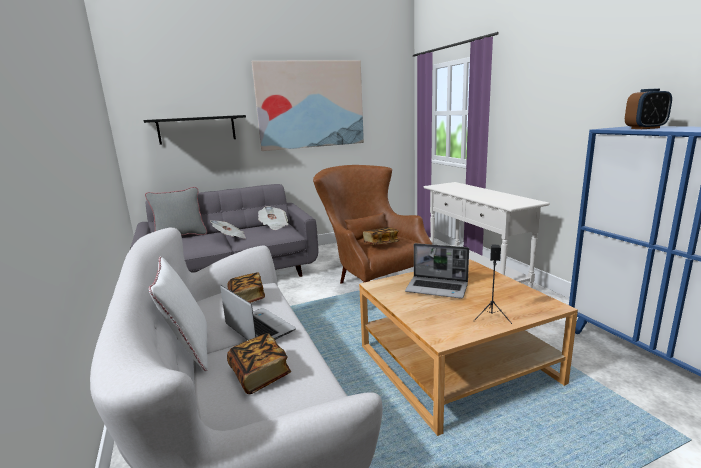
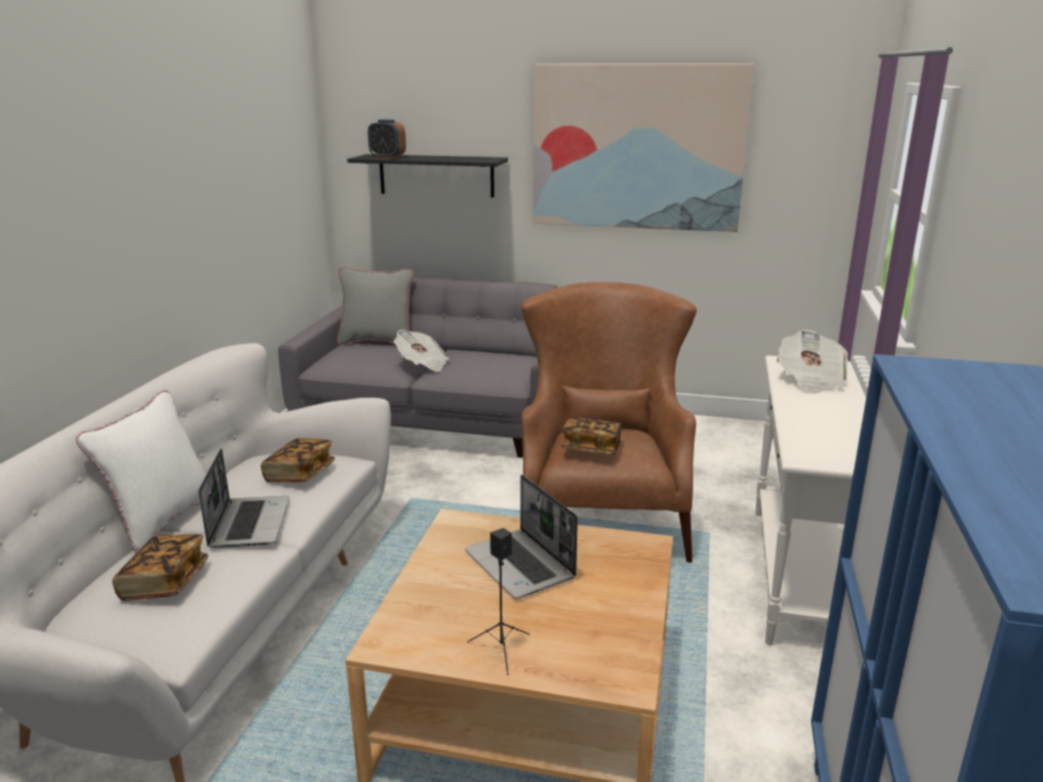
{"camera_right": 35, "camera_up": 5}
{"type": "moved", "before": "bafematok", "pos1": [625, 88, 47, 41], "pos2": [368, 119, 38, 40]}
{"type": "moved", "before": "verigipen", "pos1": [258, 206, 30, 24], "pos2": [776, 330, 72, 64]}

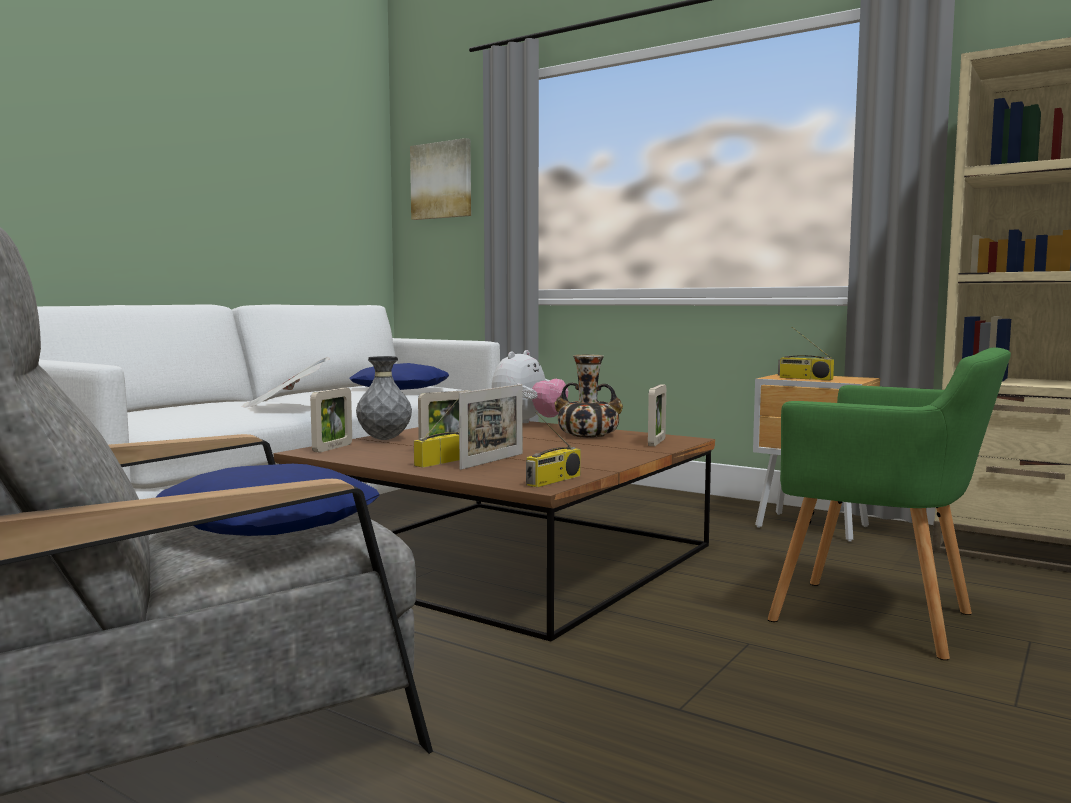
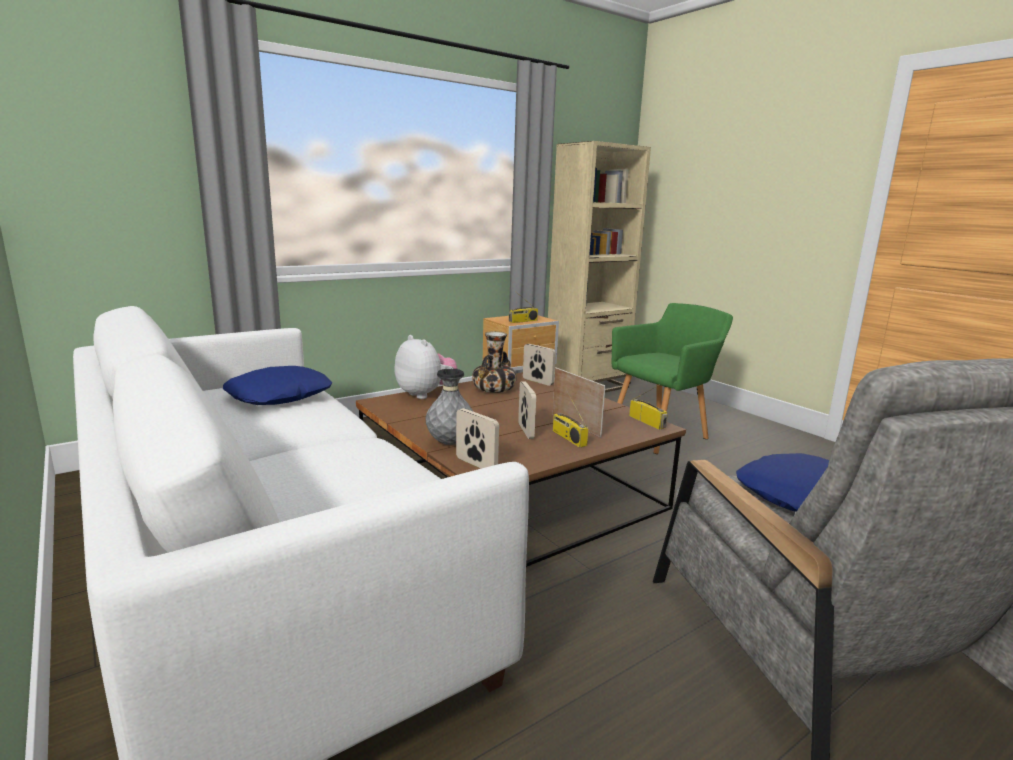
{"camera_right": -70, "camera_up": 10}
{"type": "removed", "before": "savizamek", "pos1": [410, 138, 61, 82]}
{"type": "removed", "before": "verigipen", "pos1": [242, 357, 88, 51]}

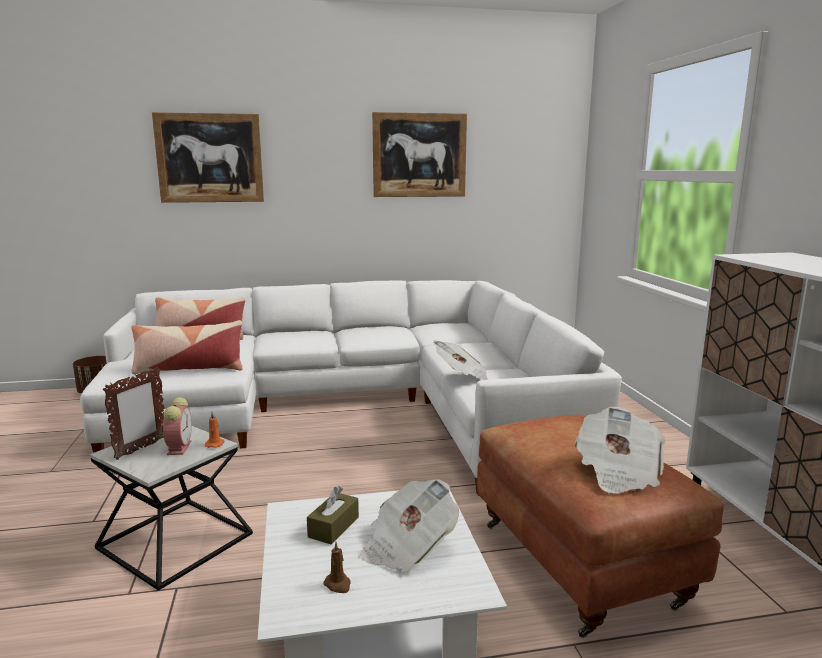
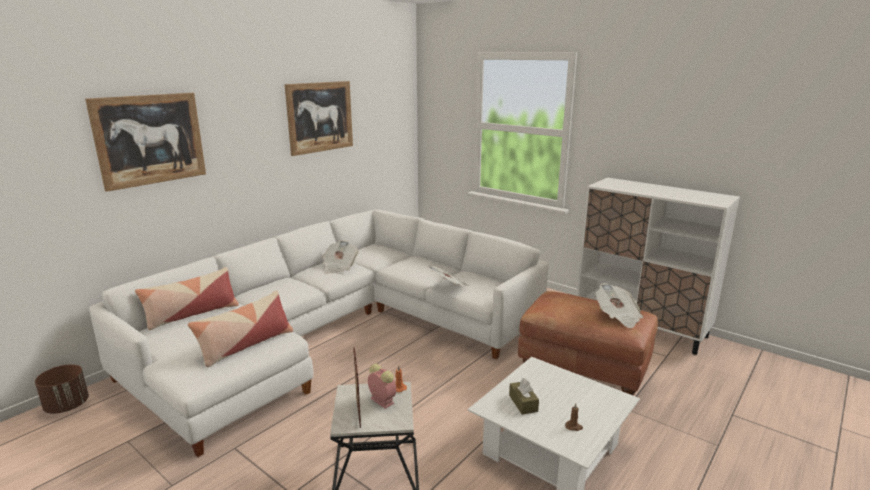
{"camera_right": -40, "camera_up": 5}
{"type": "moved", "before": "verigipen", "pos1": [360, 479, 99, 93], "pos2": [323, 240, 35, 34]}

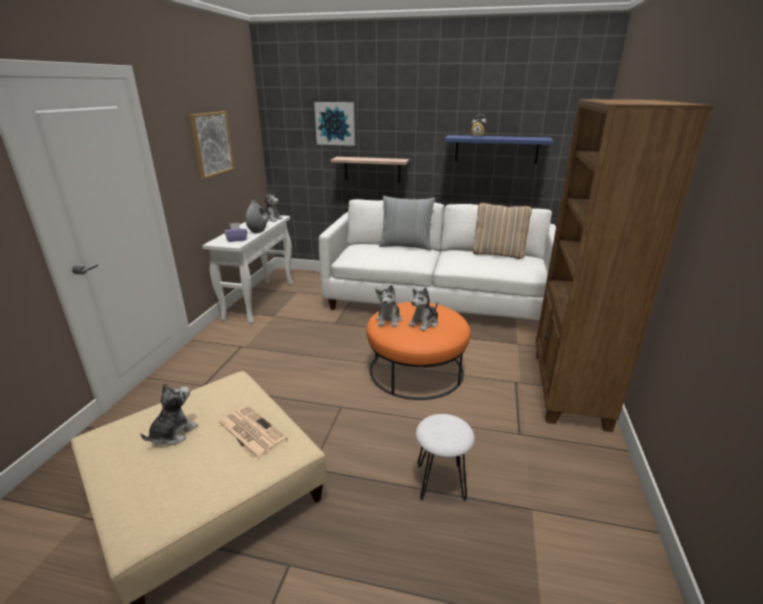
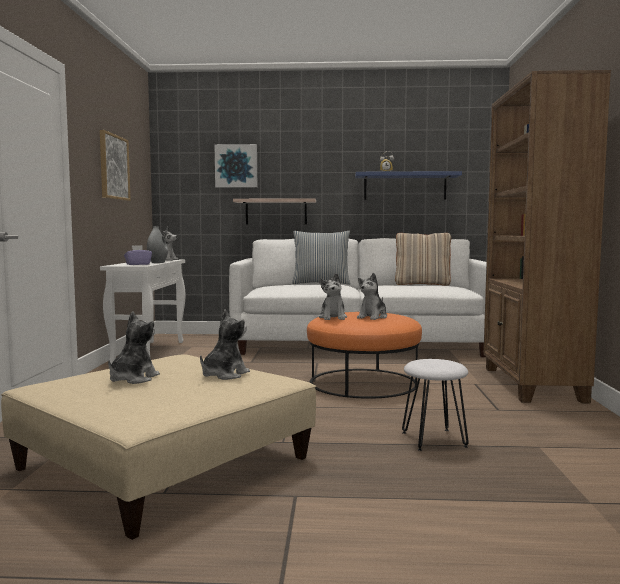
{"camera_right": -10, "camera_up": -20}
{"type": "replaced", "before": "verigipen", "after": "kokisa", "pos1": [218, 405, 70, 56], "pos2": [200, 310, 50, 70]}

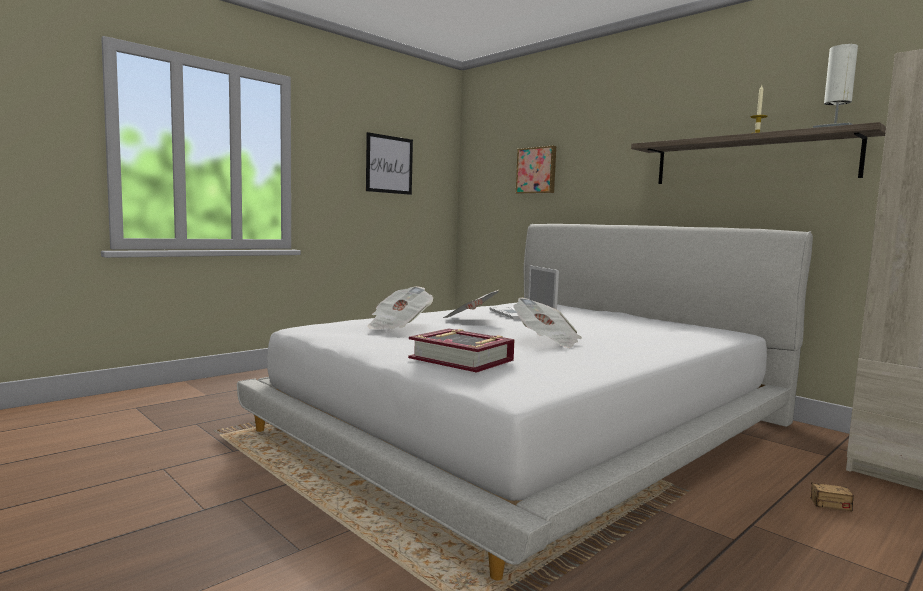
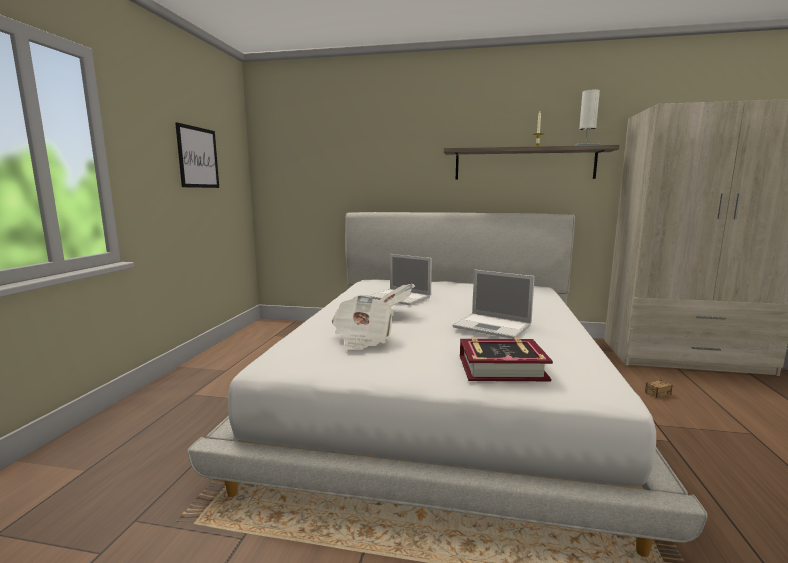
{"camera_right": -35, "camera_up": 5}
{"type": "removed", "before": "savizamek", "pos1": [516, 146, 40, 48]}
{"type": "replaced", "before": "verigipen", "after": "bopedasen", "pos1": [513, 298, 69, 50], "pos2": [453, 270, 82, 69]}

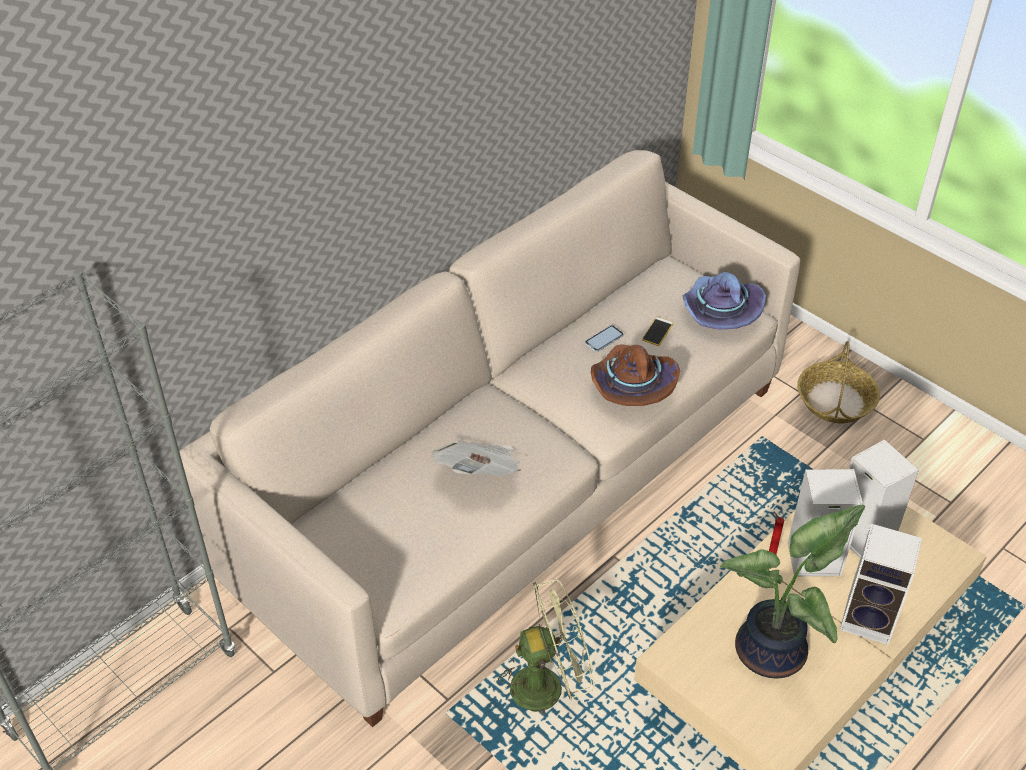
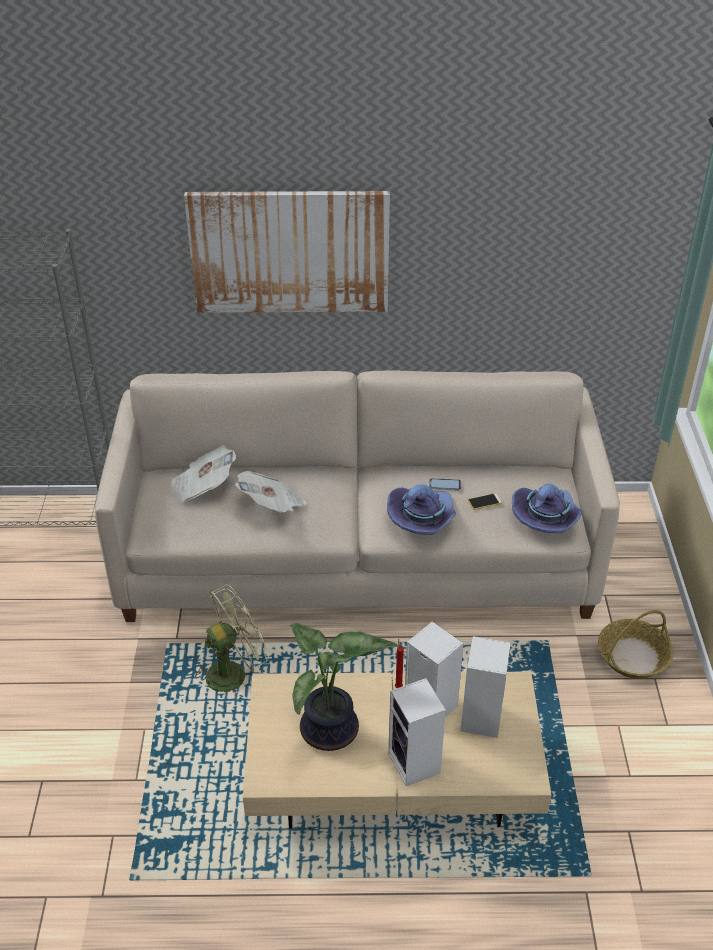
{"camera_right": 45, "camera_up": -5}
{"type": "recoloured", "before": "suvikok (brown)", "after": "suvikok (purple)", "pos1": [591, 344, 89, 62], "pos2": [387, 484, 69, 51]}
{"type": "turned", "before": "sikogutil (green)", "pos1": [498, 580, 96, 135], "pos2": [195, 584, 74, 109], "turn": -60}
{"type": "added", "after": "savizamek", "pos2": [184, 191, 206, 122]}
{"type": "added", "after": "verigipen", "pos2": [171, 445, 65, 57]}

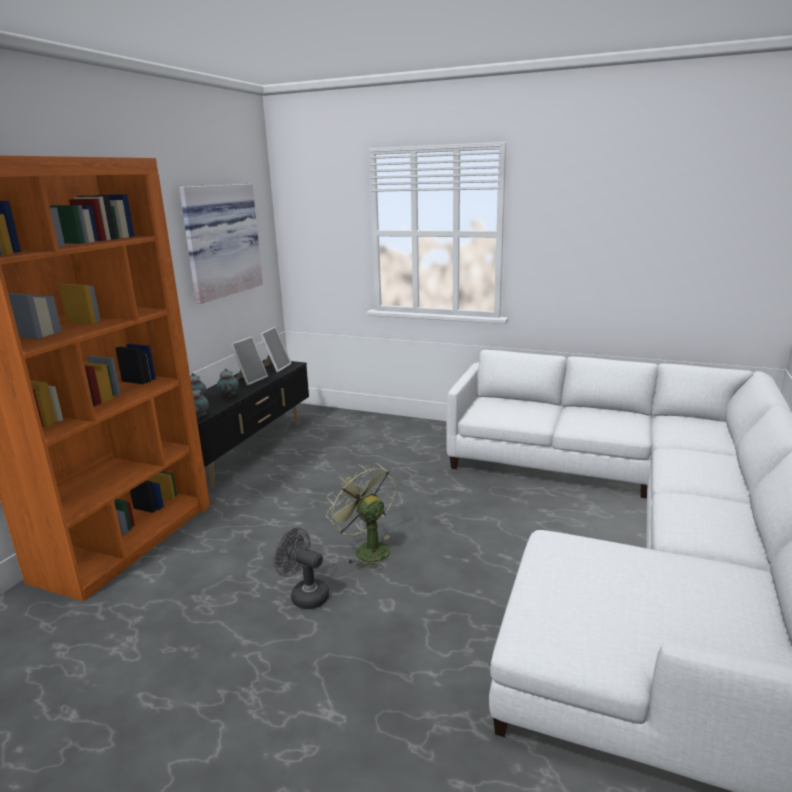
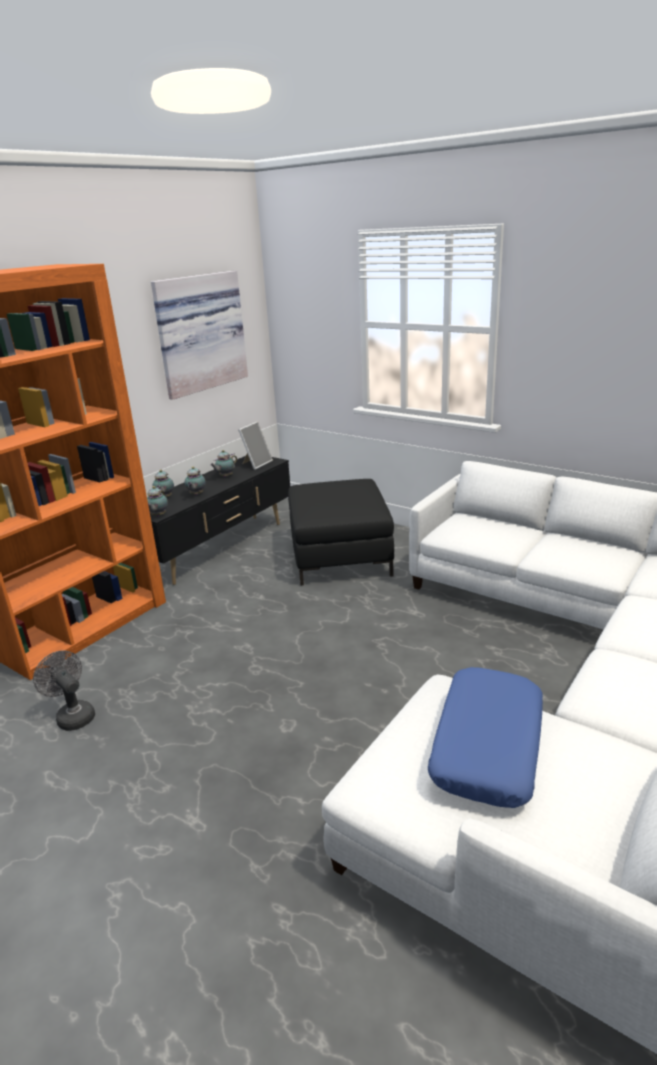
{"camera_right": 15, "camera_up": 5}
{"type": "replaced", "before": "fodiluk", "after": "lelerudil", "pos1": [231, 337, 37, 48], "pos2": [210, 450, 27, 27]}
{"type": "removed", "before": "sikogutil (green)", "pos1": [326, 463, 70, 106]}
{"type": "moved", "before": "sikogutil (grey)", "pos1": [273, 527, 56, 82], "pos2": [33, 651, 62, 80]}
{"type": "added", "after": "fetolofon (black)", "pos2": [288, 479, 106, 106]}
{"type": "added", "after": "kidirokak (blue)", "pos2": [428, 667, 115, 141]}

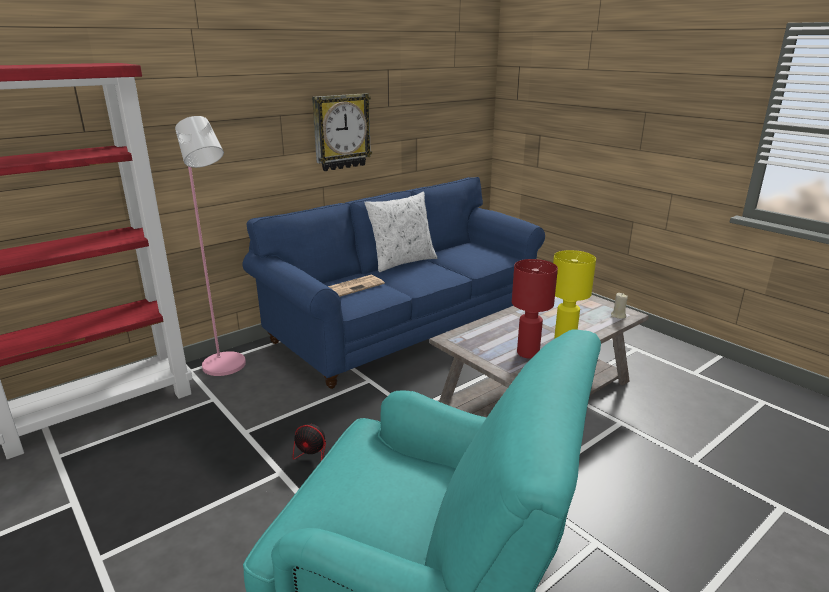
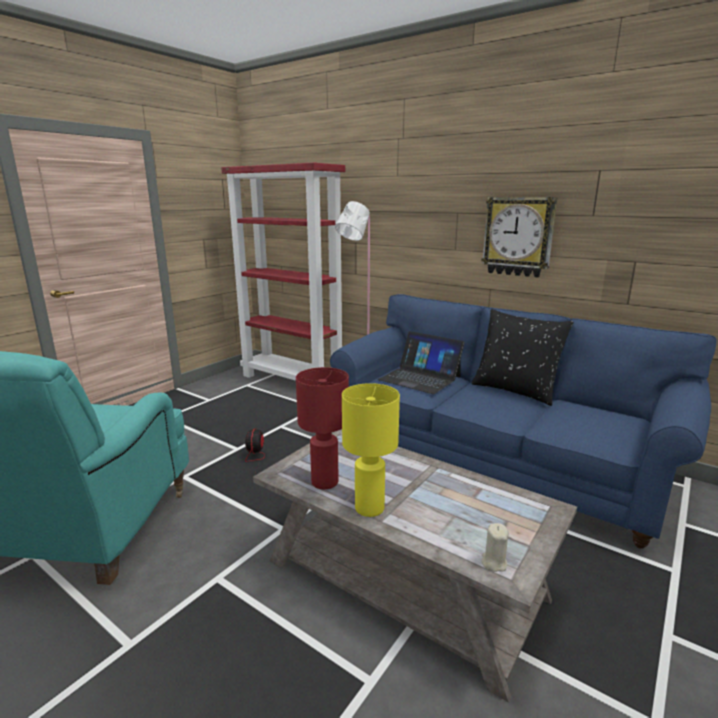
{"camera_right": 75, "camera_up": -5}
{"type": "recoloured", "before": "kidirokak (white)", "after": "kidirokak (black)", "pos1": [364, 192, 73, 80], "pos2": [472, 309, 102, 97]}
{"type": "replaced", "before": "verigipen", "after": "bopedasen", "pos1": [328, 275, 57, 22], "pos2": [378, 331, 87, 63]}

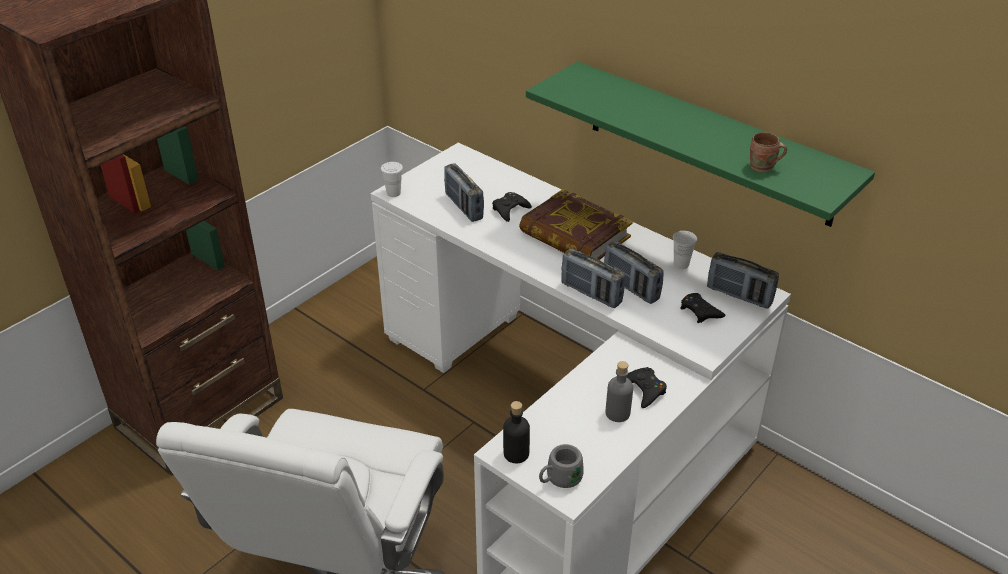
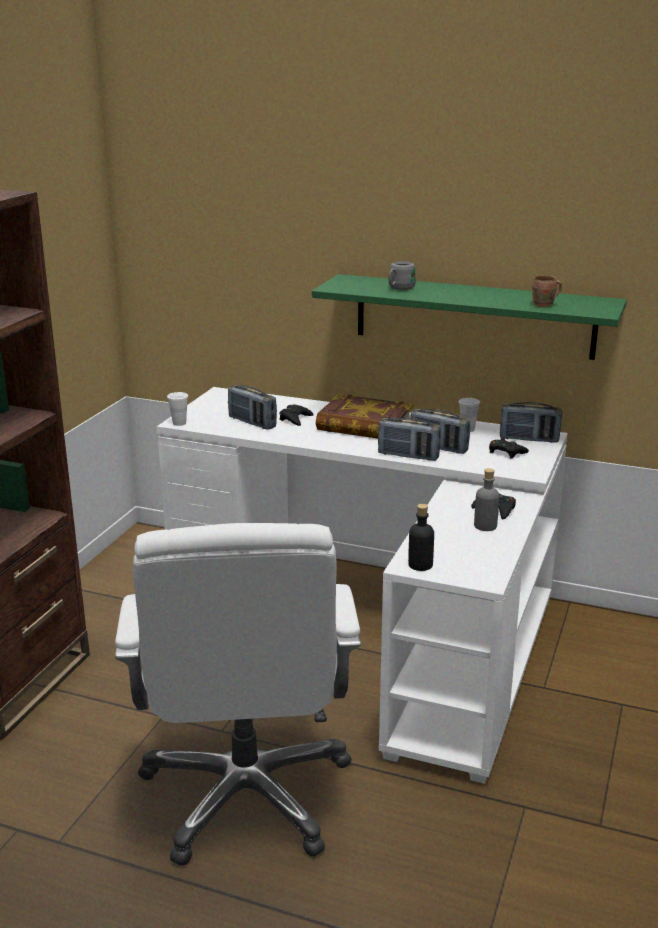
{"camera_right": -20, "camera_up": -15}
{"type": "moved", "before": "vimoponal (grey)", "pos1": [539, 444, 45, 44], "pos2": [389, 261, 27, 29]}

